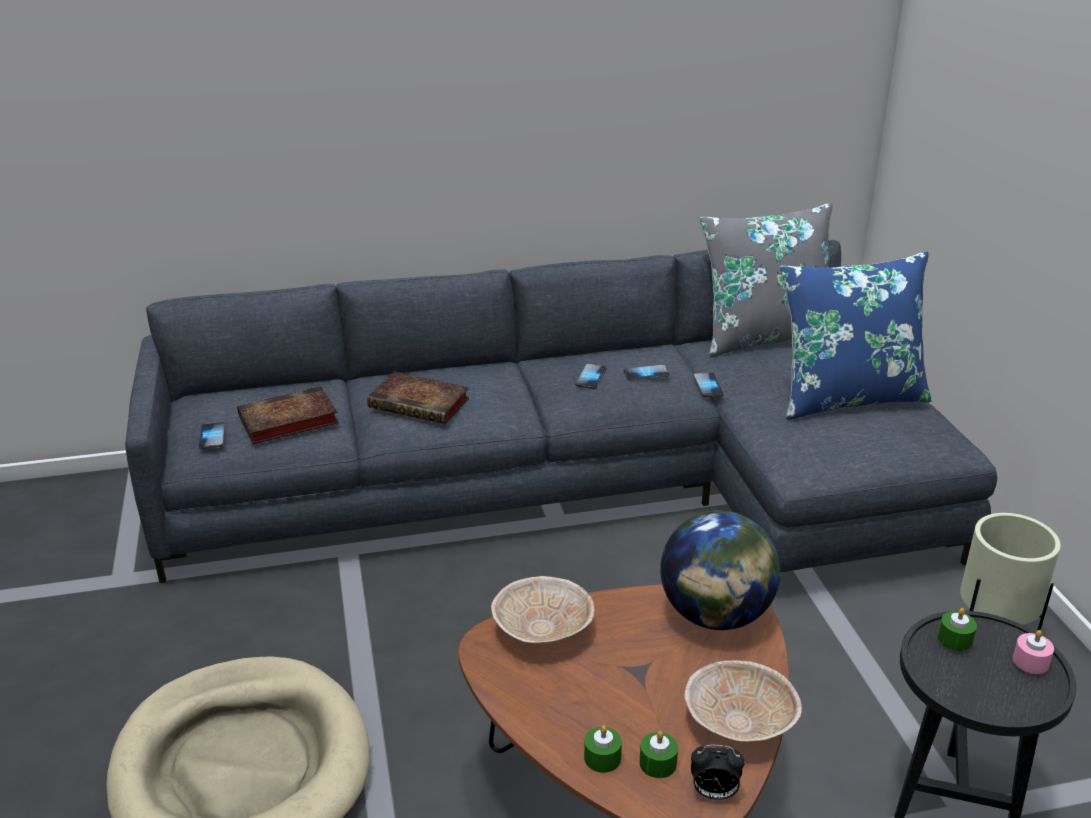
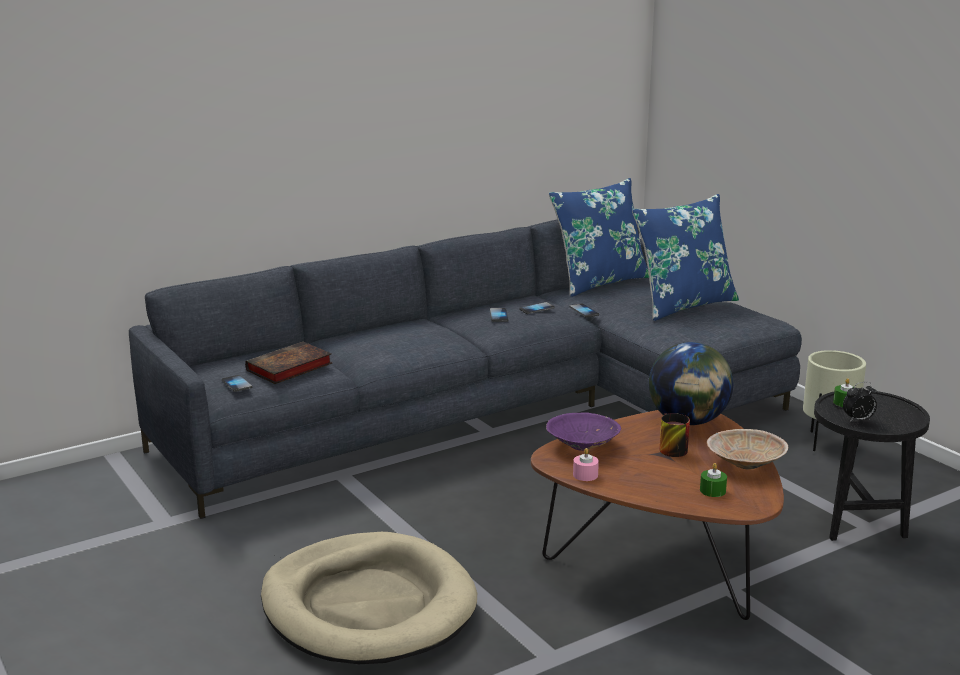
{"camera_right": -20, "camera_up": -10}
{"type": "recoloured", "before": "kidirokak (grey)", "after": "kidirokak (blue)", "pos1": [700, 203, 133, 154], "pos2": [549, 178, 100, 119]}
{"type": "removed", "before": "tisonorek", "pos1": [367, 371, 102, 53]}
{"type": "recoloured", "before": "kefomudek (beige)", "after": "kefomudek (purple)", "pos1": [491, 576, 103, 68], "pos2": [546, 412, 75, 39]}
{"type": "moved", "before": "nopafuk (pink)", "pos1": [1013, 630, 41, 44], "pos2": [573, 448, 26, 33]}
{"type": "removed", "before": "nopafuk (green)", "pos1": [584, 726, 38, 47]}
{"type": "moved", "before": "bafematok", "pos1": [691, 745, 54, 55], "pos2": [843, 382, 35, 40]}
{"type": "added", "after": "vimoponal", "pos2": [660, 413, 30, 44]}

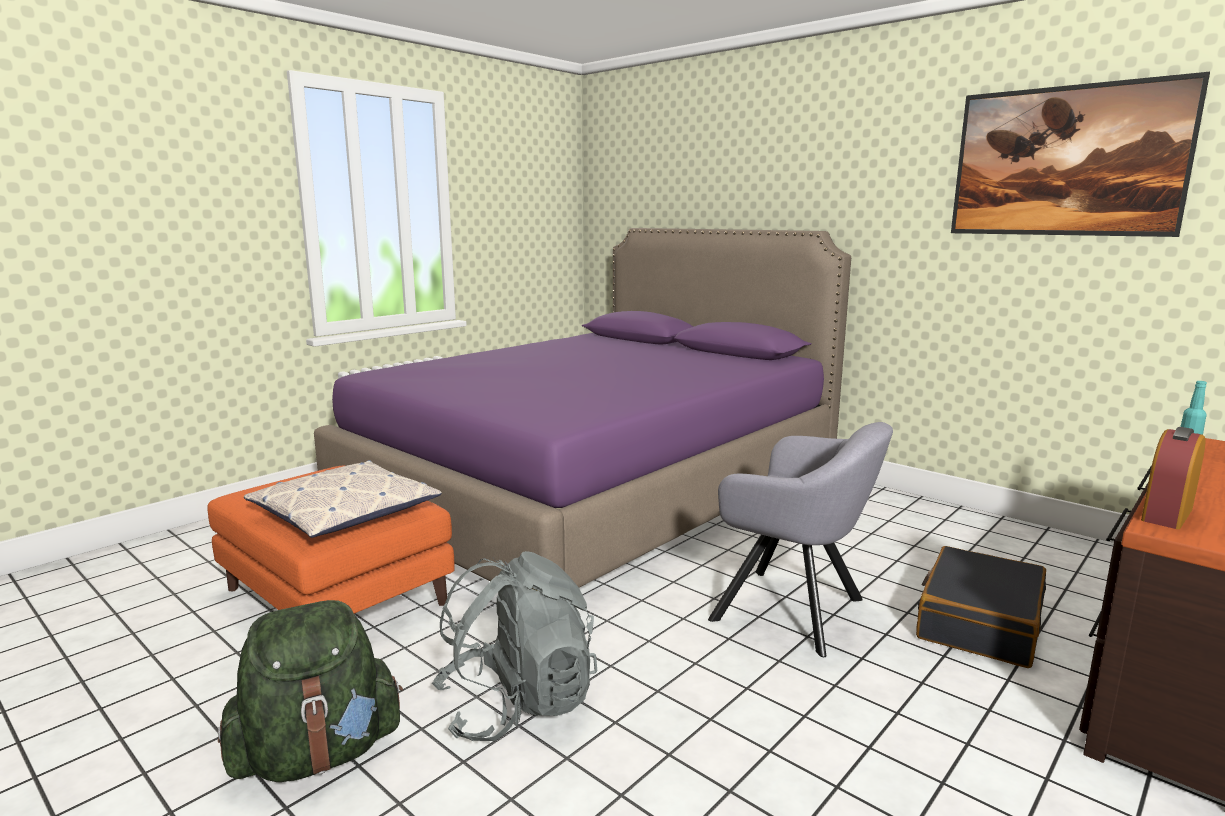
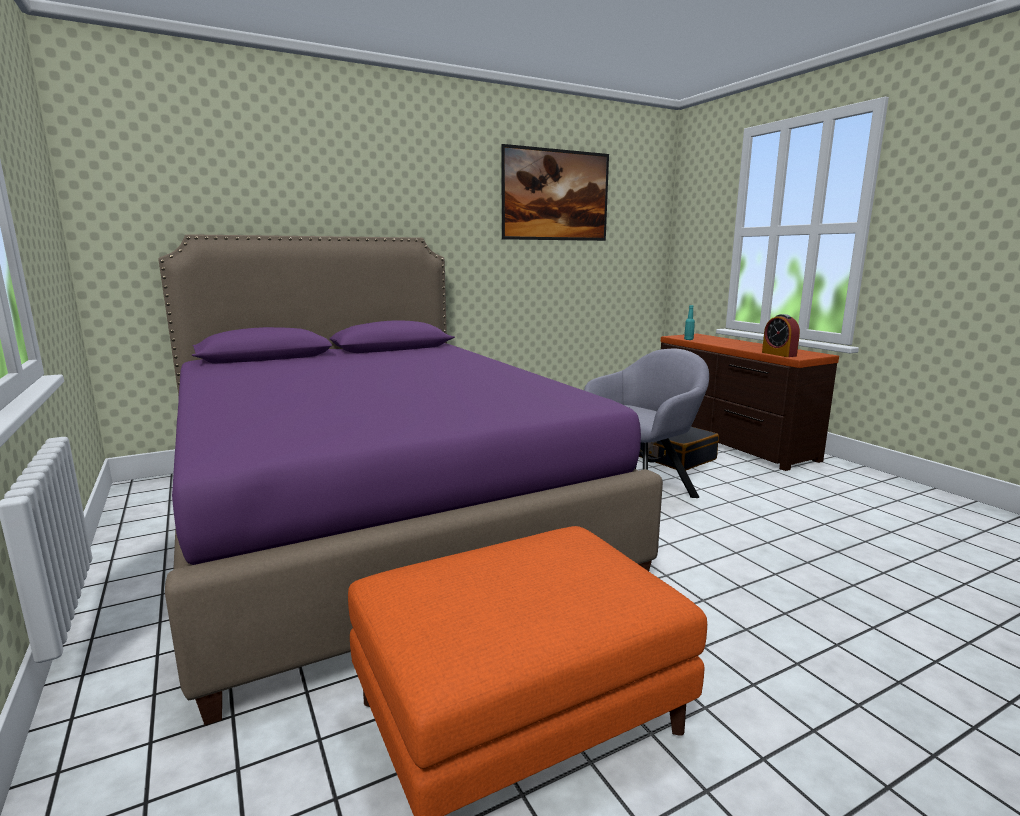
{"camera_right": -70, "camera_up": 0}
{"type": "removed", "before": "kidirokak", "pos1": [244, 460, 198, 78]}
{"type": "removed", "before": "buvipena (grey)", "pos1": [432, 551, 165, 190]}
{"type": "removed", "before": "buvipena (green)", "pos1": [218, 600, 185, 182]}

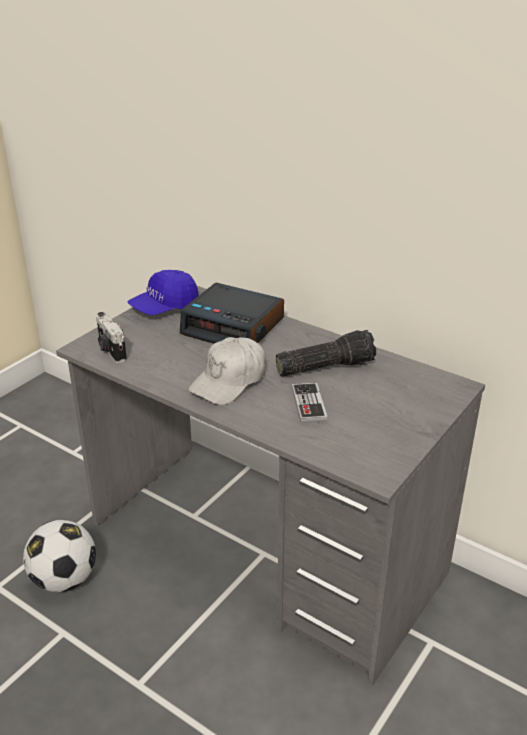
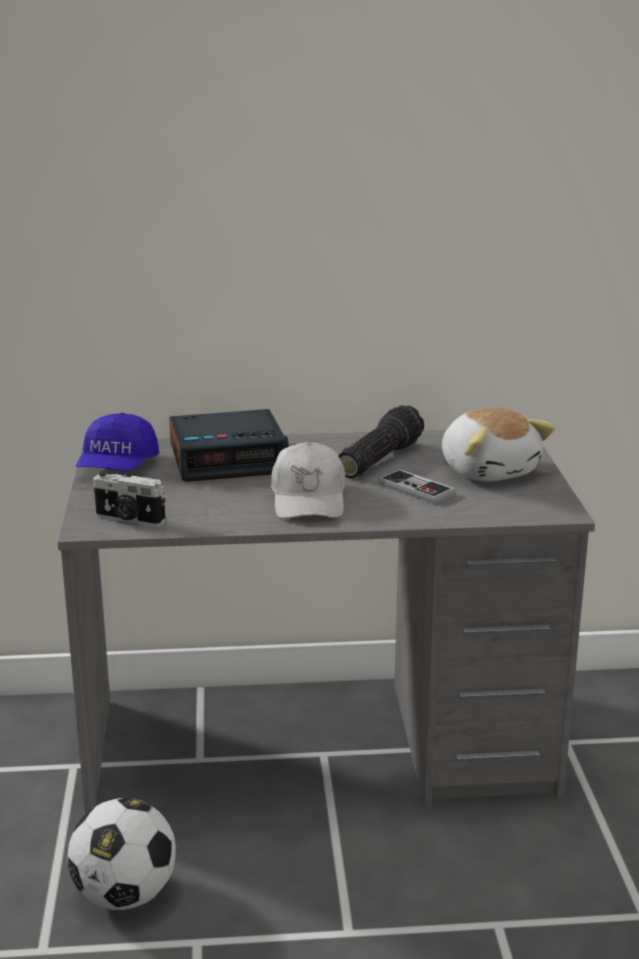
{"camera_right": -40, "camera_up": -10}
{"type": "added", "after": "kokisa", "pos2": [442, 407, 113, 75]}

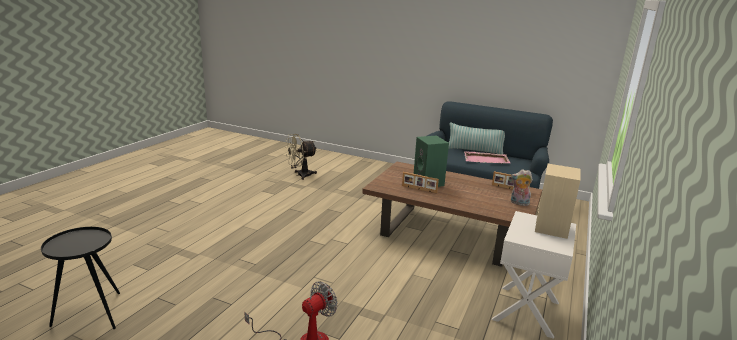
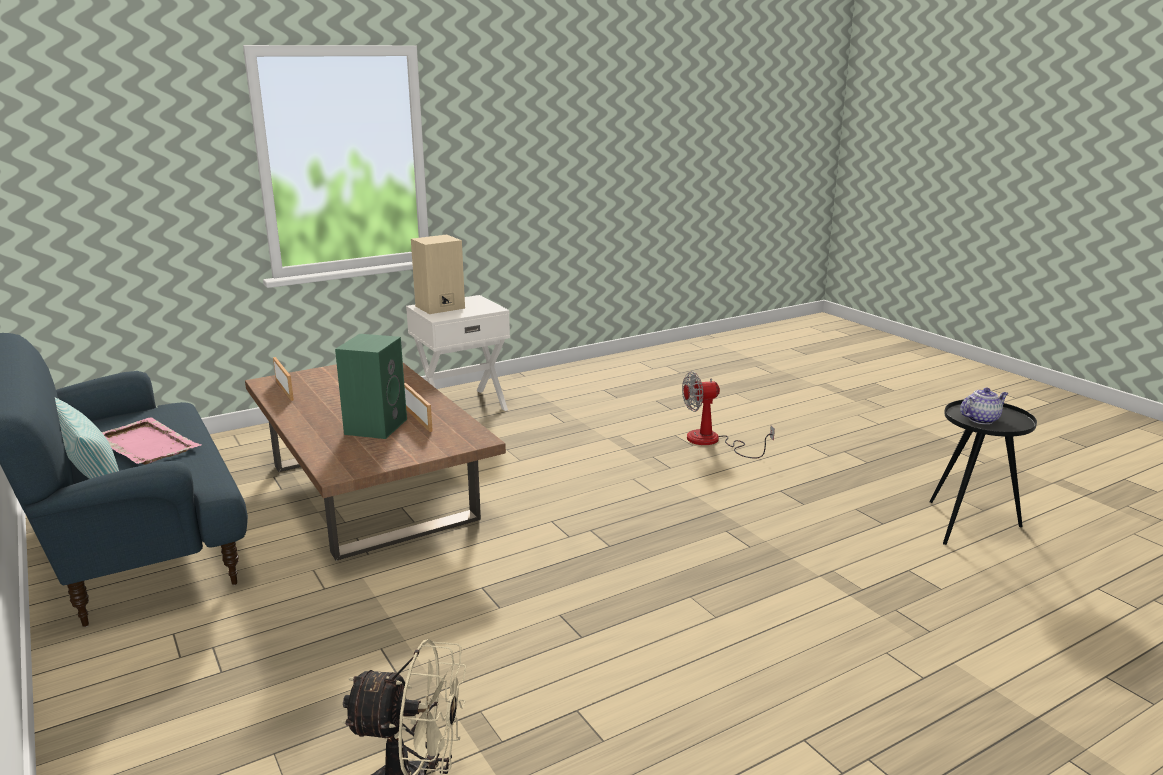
{"camera_right": -145, "camera_up": 0}
{"type": "removed", "before": "kokisa", "pos1": [511, 170, 22, 36]}
{"type": "added", "after": "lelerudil", "pos2": [960, 388, 49, 36]}

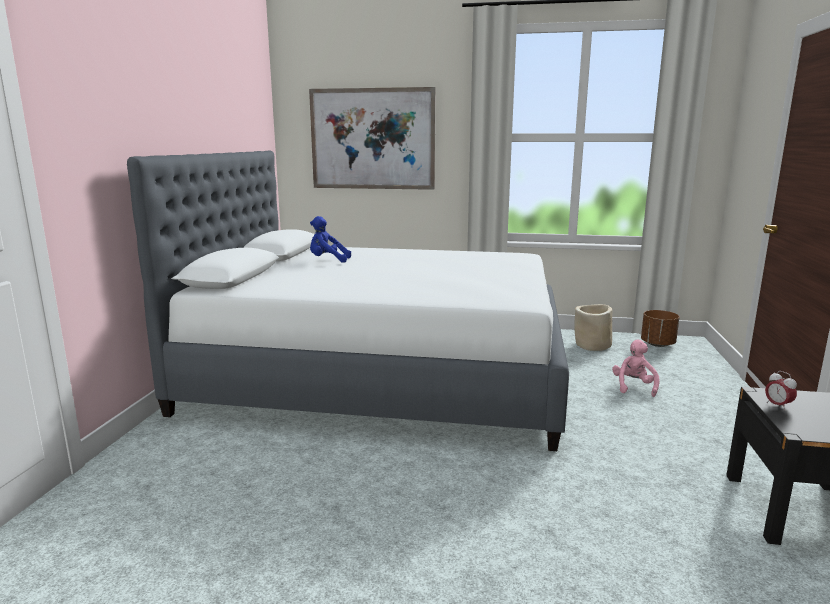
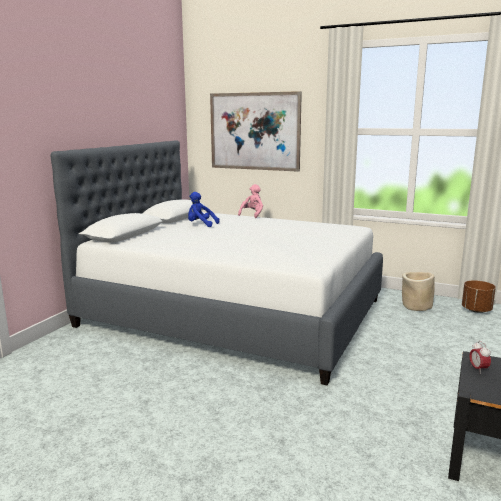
{"camera_right": 15, "camera_up": 0}
{"type": "moved", "before": "kokisa (pink)", "pos1": [612, 339, 48, 58], "pos2": [238, 184, 25, 34]}

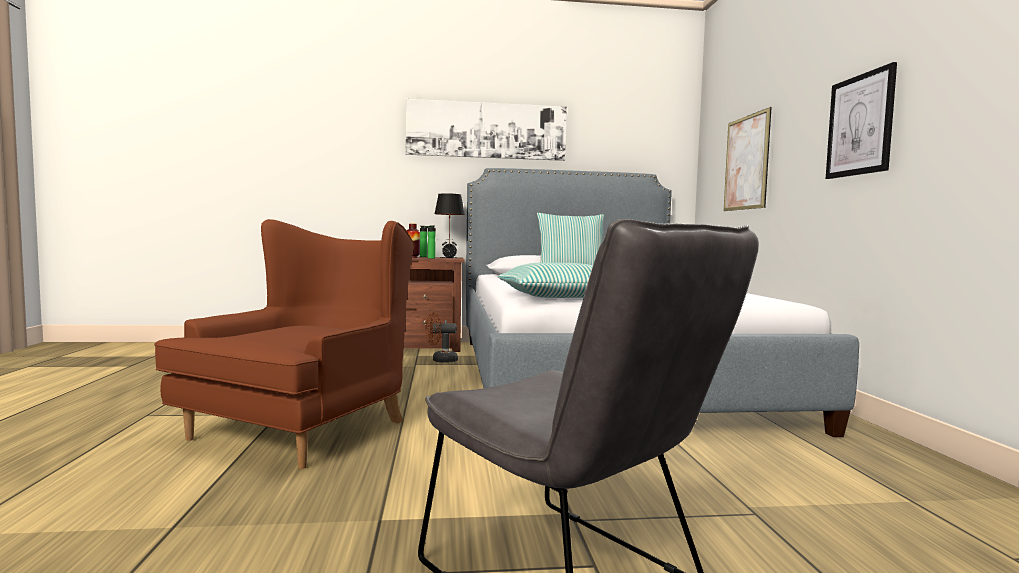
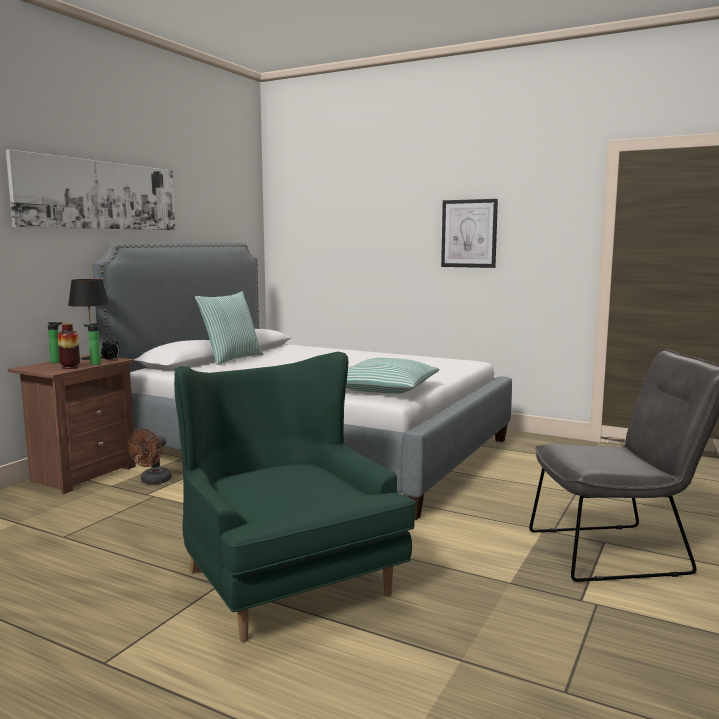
{"camera_right": -55, "camera_up": 5}
{"type": "removed", "before": "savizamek", "pos1": [724, 107, 48, 104]}
{"type": "recoloured", "before": "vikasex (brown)", "after": "vikasex (green)", "pos1": [154, 219, 260, 250], "pos2": [174, 352, 241, 290]}

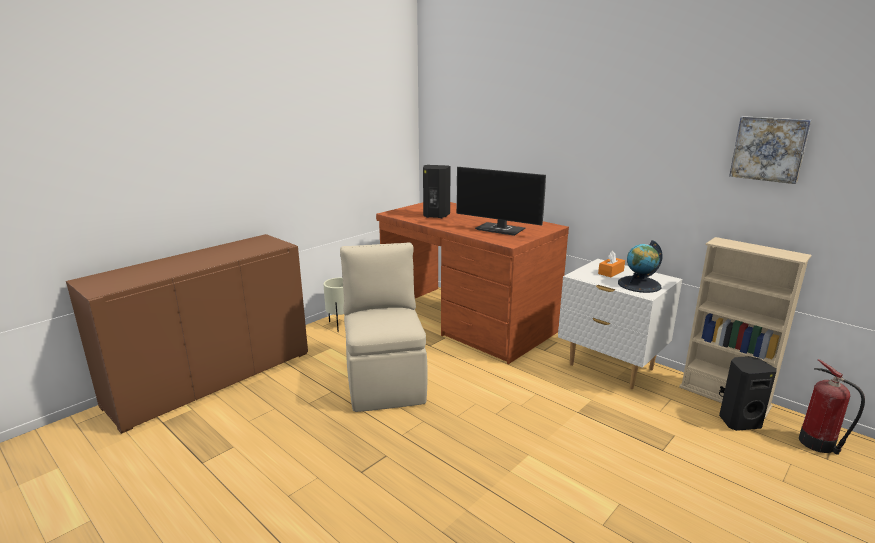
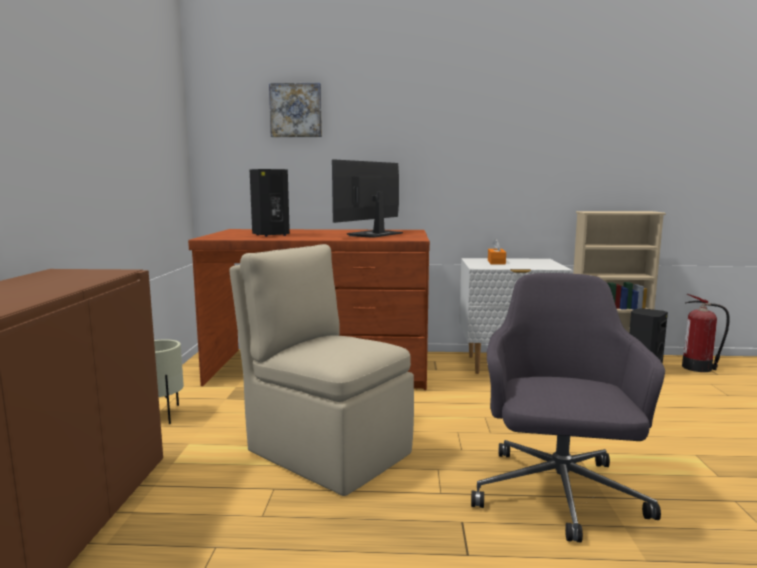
{"camera_right": -40, "camera_up": -10}
{"type": "moved", "before": "savizamek", "pos1": [729, 116, 83, 68], "pos2": [269, 83, 53, 54]}
{"type": "turned", "before": "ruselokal", "pos1": [456, 167, 90, 69], "pos2": [332, 159, 71, 79], "turn": 135}
{"type": "removed", "before": "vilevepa", "pos1": [618, 240, 45, 53]}
{"type": "added", "after": "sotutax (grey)", "pos2": [471, 273, 194, 270]}

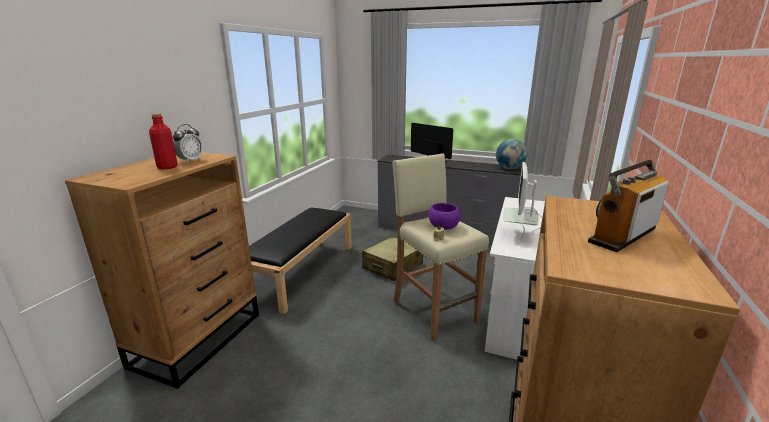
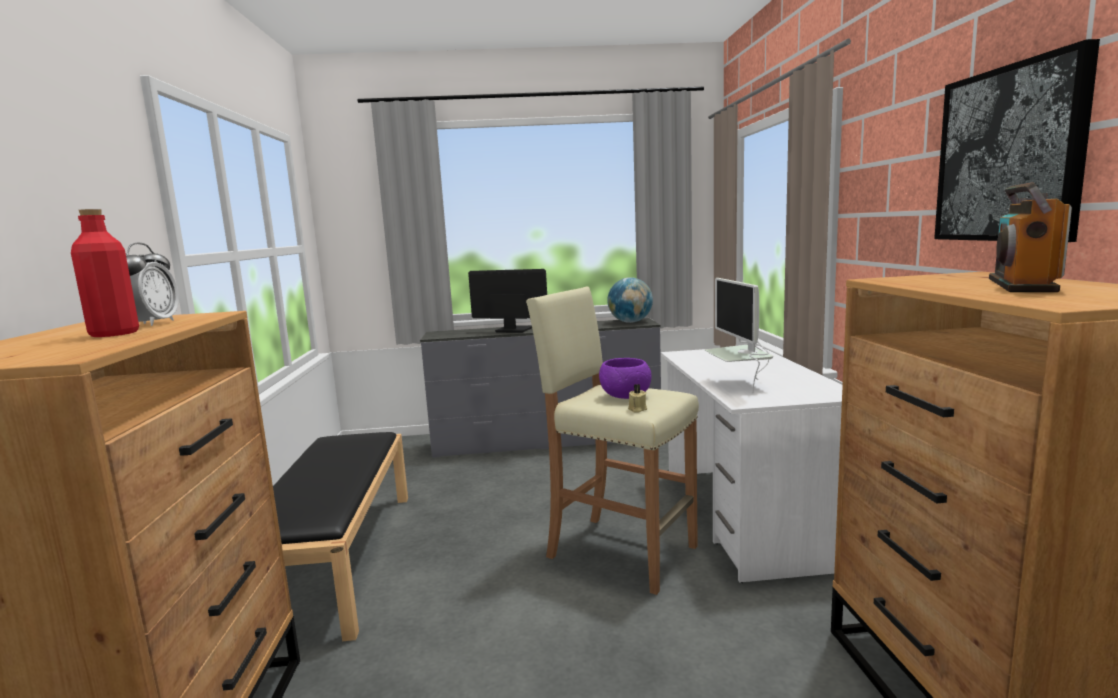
{"camera_right": -25, "camera_up": -10}
{"type": "removed", "before": "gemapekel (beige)", "pos1": [362, 236, 61, 45]}
{"type": "added", "after": "savizamek", "pos2": [934, 39, 166, 203]}

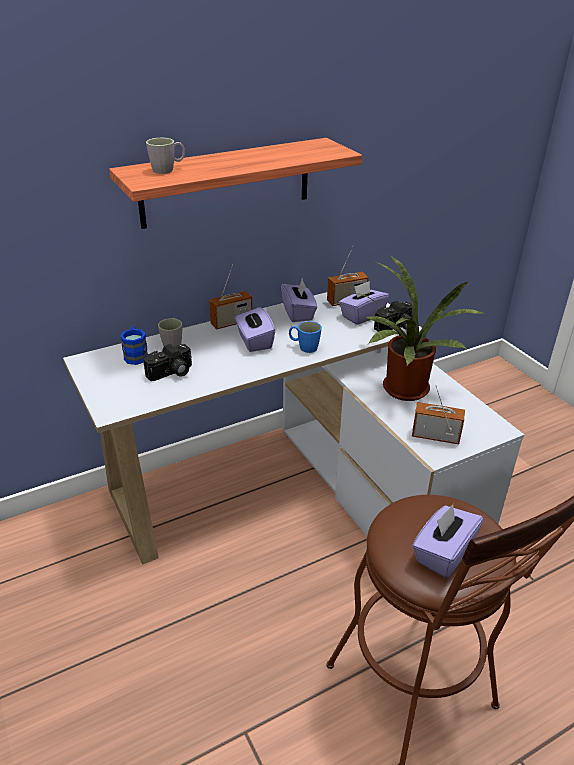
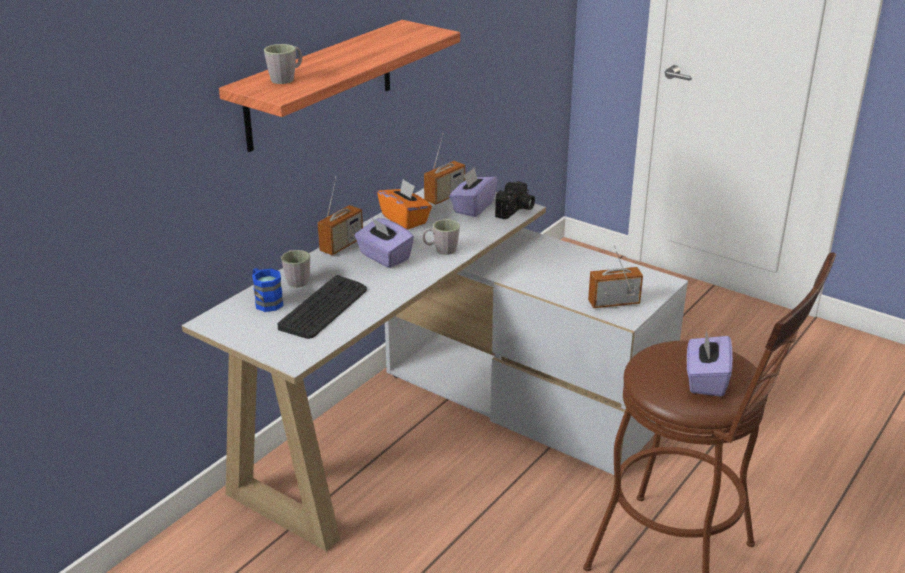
{"camera_right": -25, "camera_up": -5}
{"type": "removed", "before": "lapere", "pos1": [358, 255, 127, 146]}
{"type": "recoloured", "before": "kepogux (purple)", "after": "kepogux (orange)", "pos1": [281, 279, 36, 43], "pos2": [377, 179, 55, 51]}
{"type": "recoloured", "before": "vimoponal (blue)", "after": "vimoponal (grey)", "pos1": [289, 321, 33, 32], "pos2": [423, 219, 37, 36]}
{"type": "replaced", "before": "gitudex", "after": "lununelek", "pos1": [143, 344, 49, 37], "pos2": [277, 275, 90, 64]}

